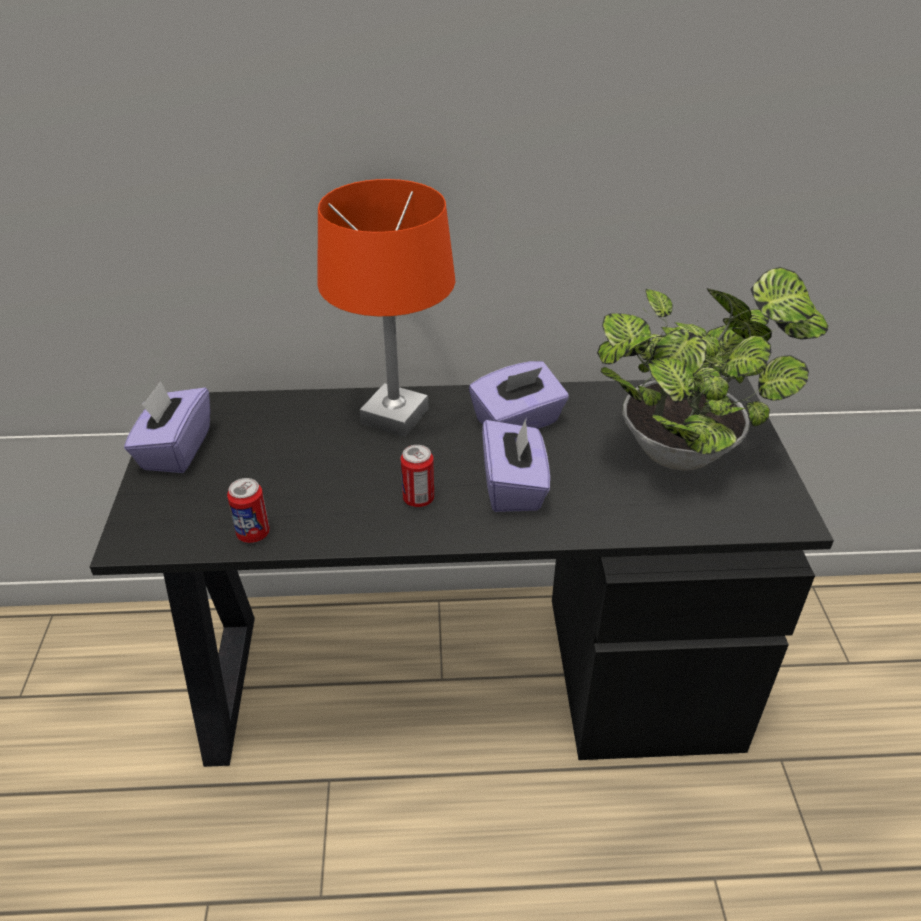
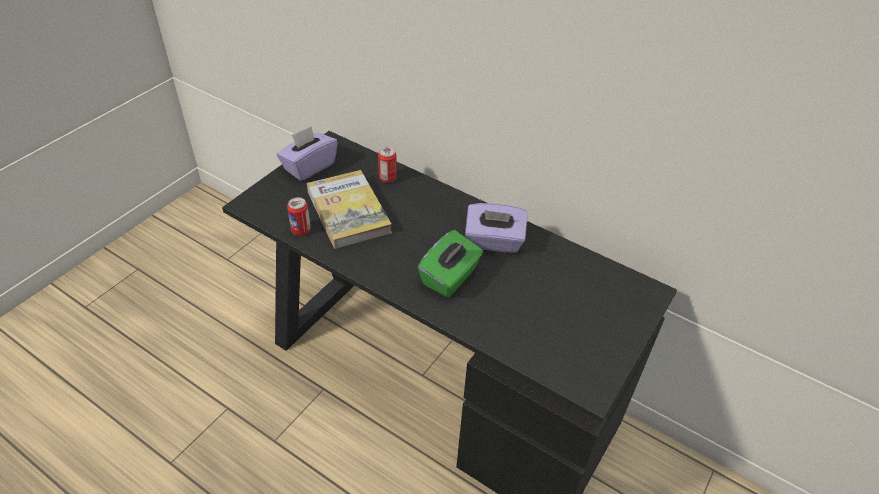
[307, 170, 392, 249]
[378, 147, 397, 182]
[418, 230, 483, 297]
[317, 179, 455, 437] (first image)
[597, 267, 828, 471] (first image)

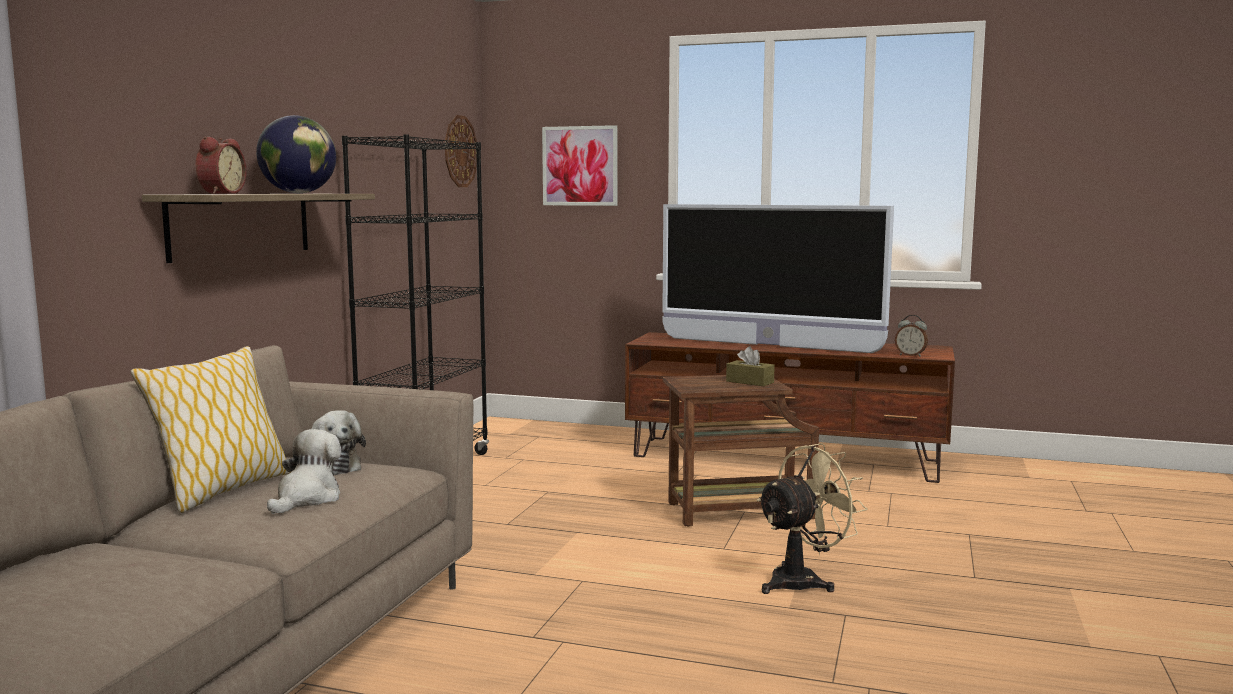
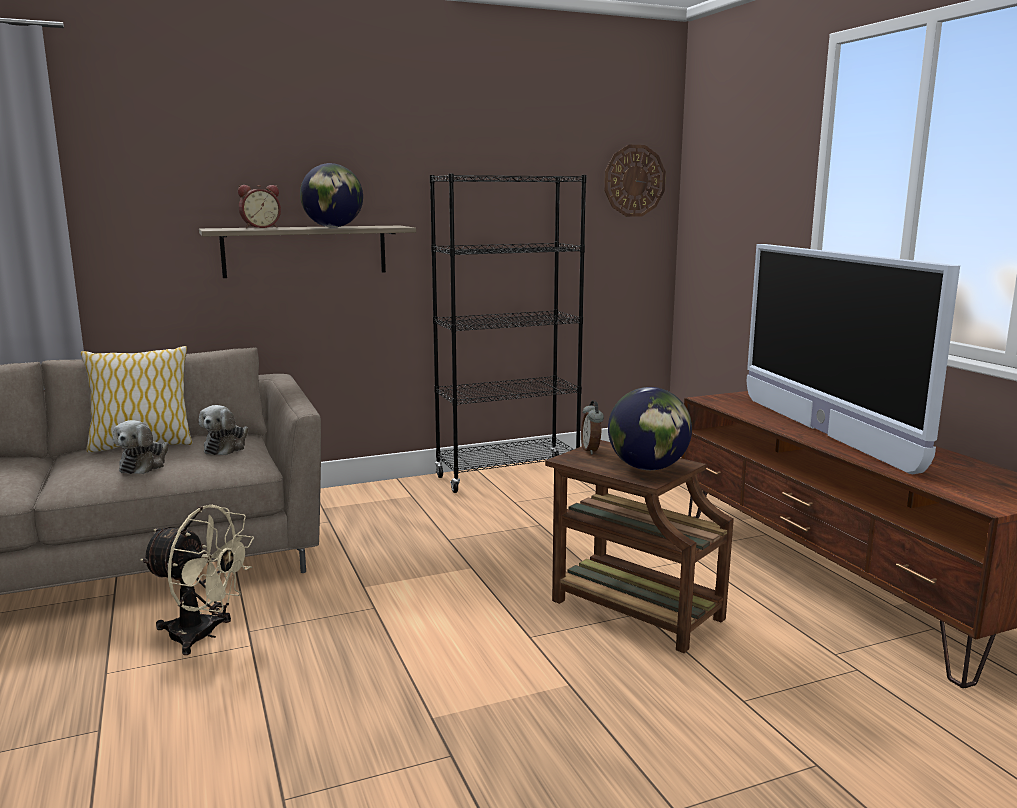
[113, 420, 169, 474]
[140, 505, 254, 655]
[581, 400, 604, 454]
[608, 387, 692, 470]
[542, 125, 618, 206] (first image)

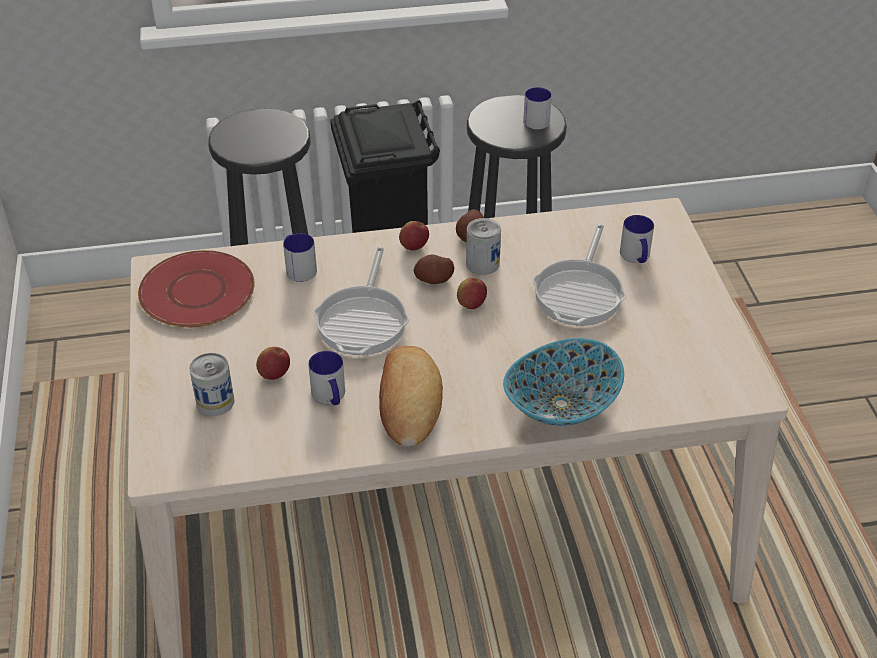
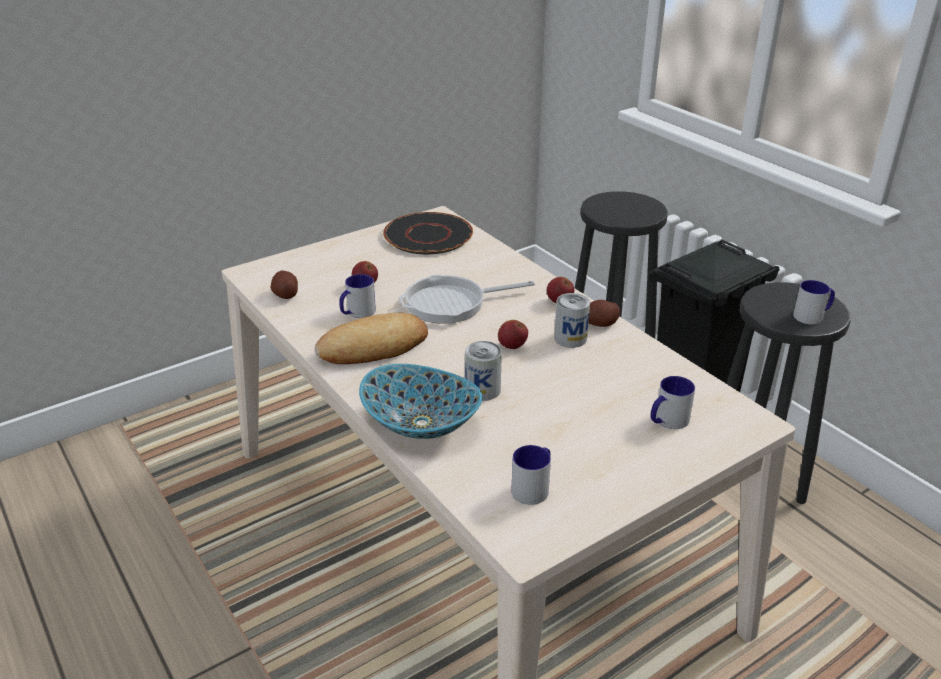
[270, 270, 298, 299]
[383, 212, 473, 254]
[465, 341, 502, 401]
[511, 445, 551, 505]
[533, 224, 626, 326] (first image)

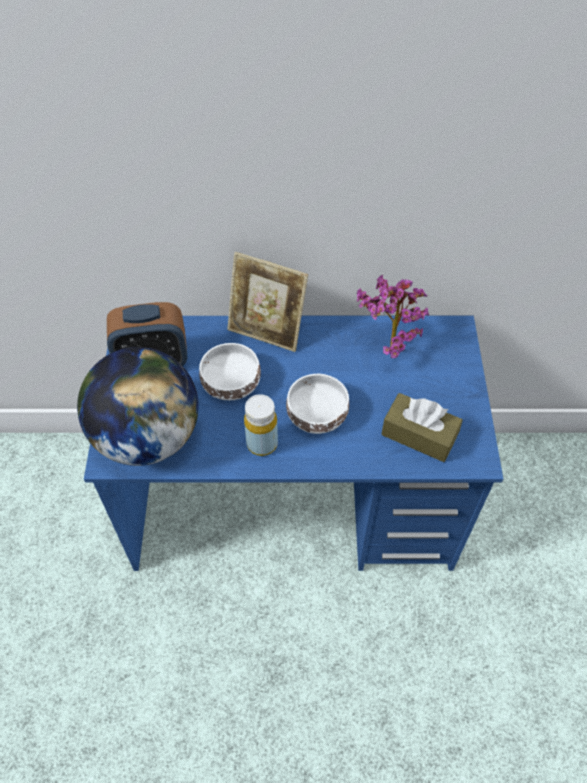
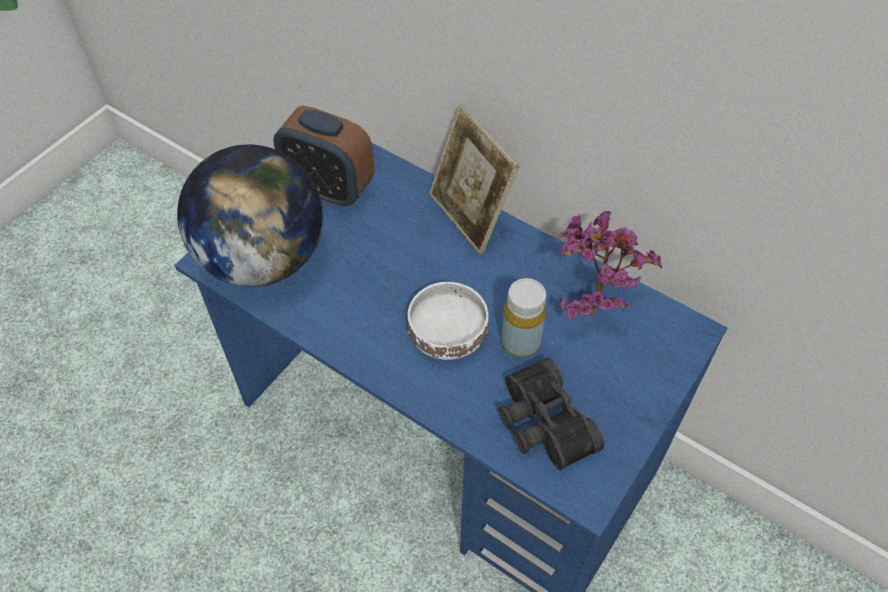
[498, 357, 605, 470]
[501, 278, 546, 357]
[199, 343, 261, 400] (first image)

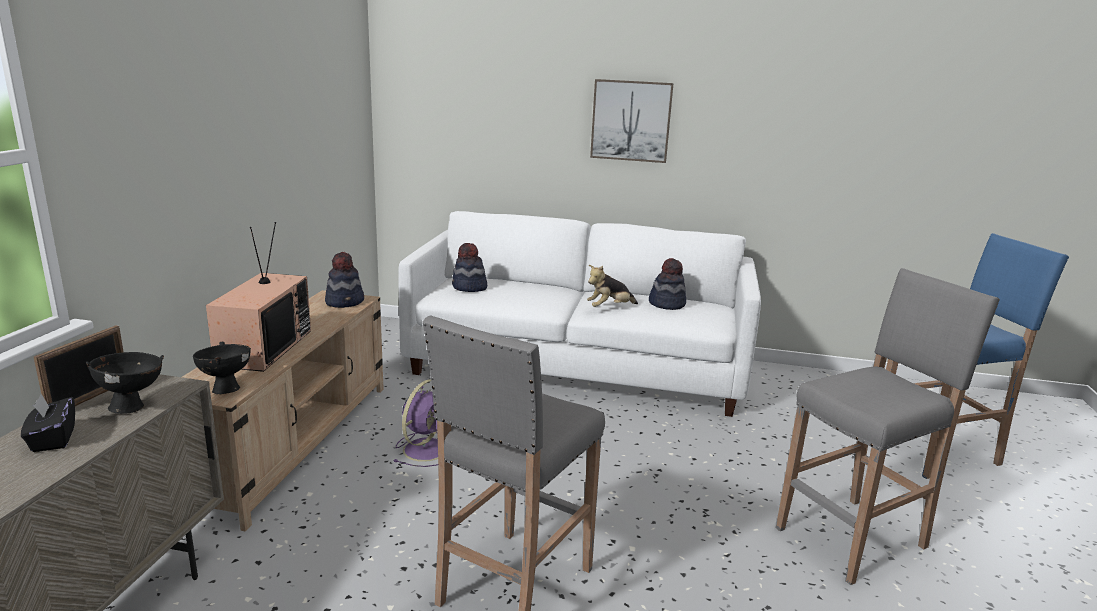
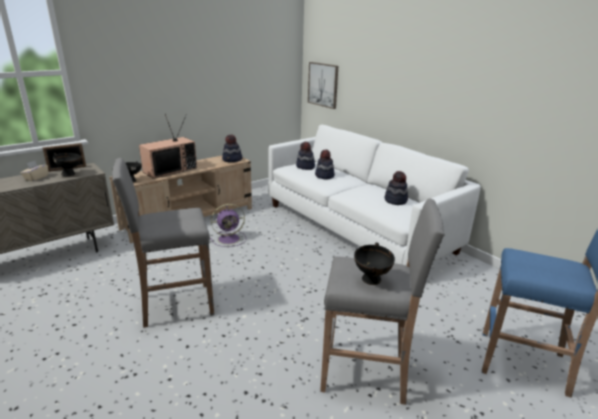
[20, 161, 48, 181]
[308, 62, 338, 109]
[315, 149, 335, 180]
[354, 243, 395, 285]
[587, 265, 638, 307] (first image)

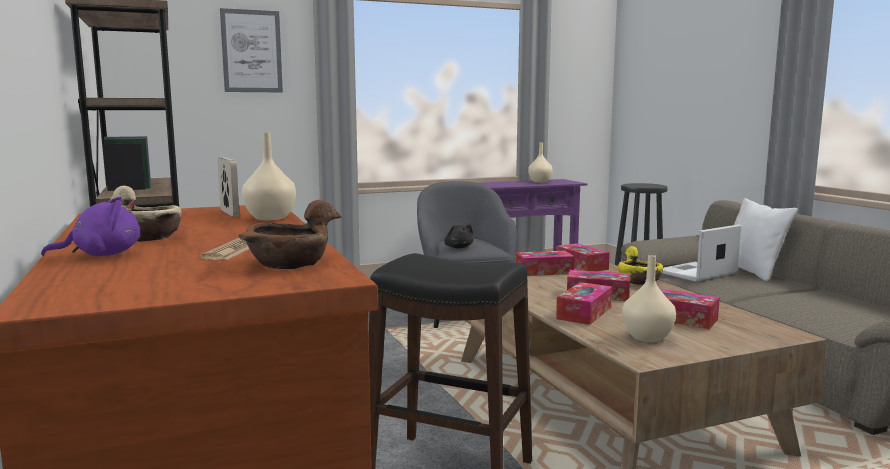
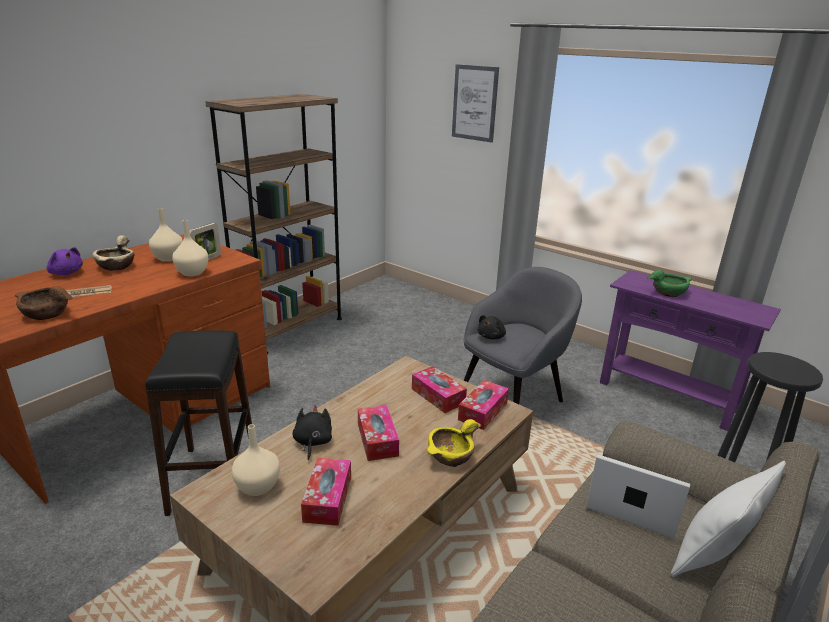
[149, 208, 183, 262]
[292, 405, 332, 460]
[647, 270, 692, 297]

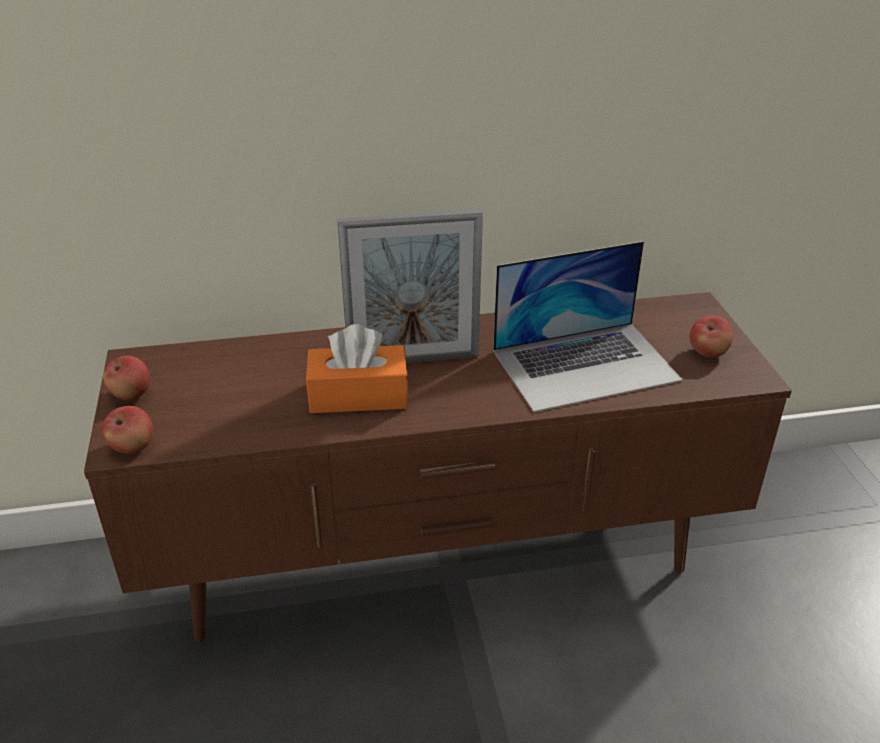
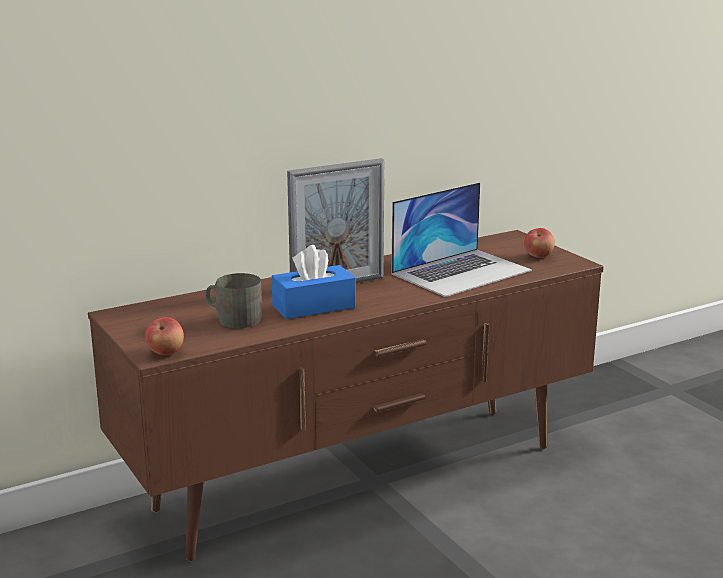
[205, 273, 262, 328]
[271, 245, 356, 319]
[103, 356, 150, 400] (first image)

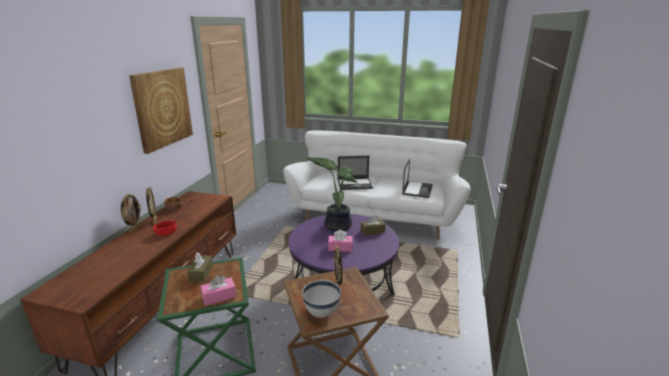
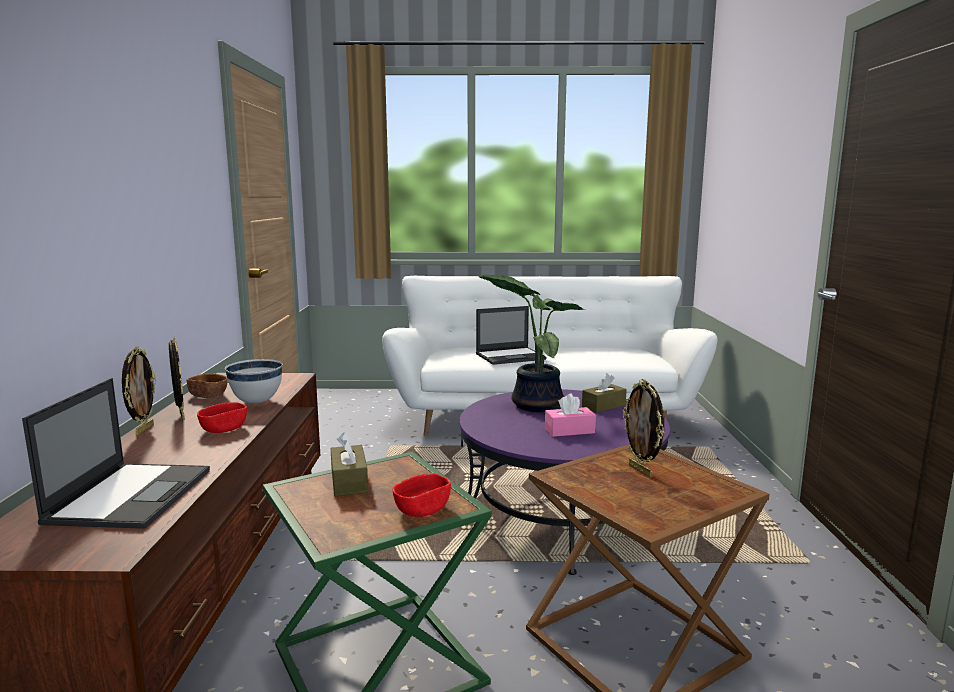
[22, 378, 210, 529]
[225, 359, 282, 404]
[393, 473, 451, 517]
[129, 67, 193, 154] (first image)

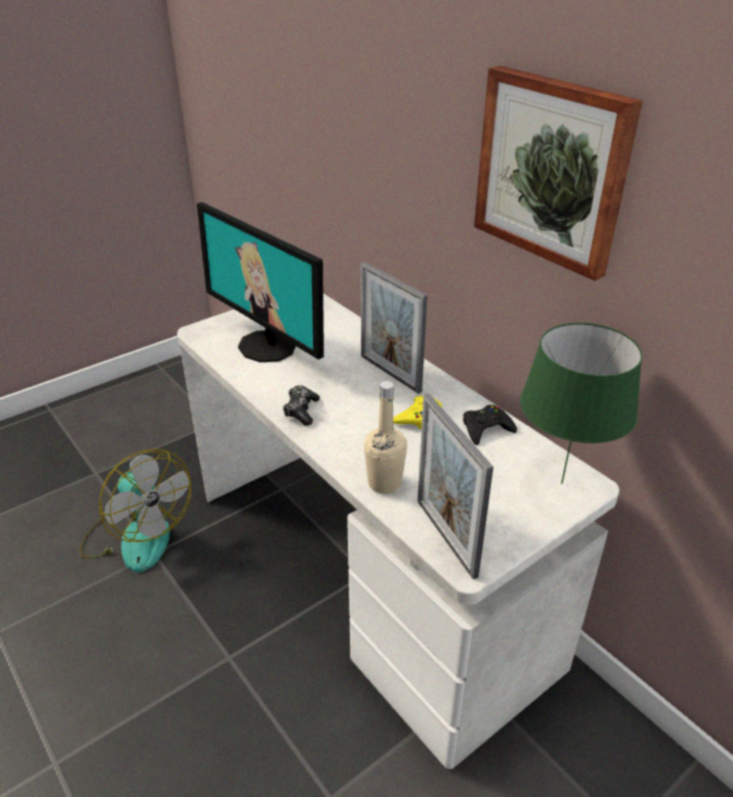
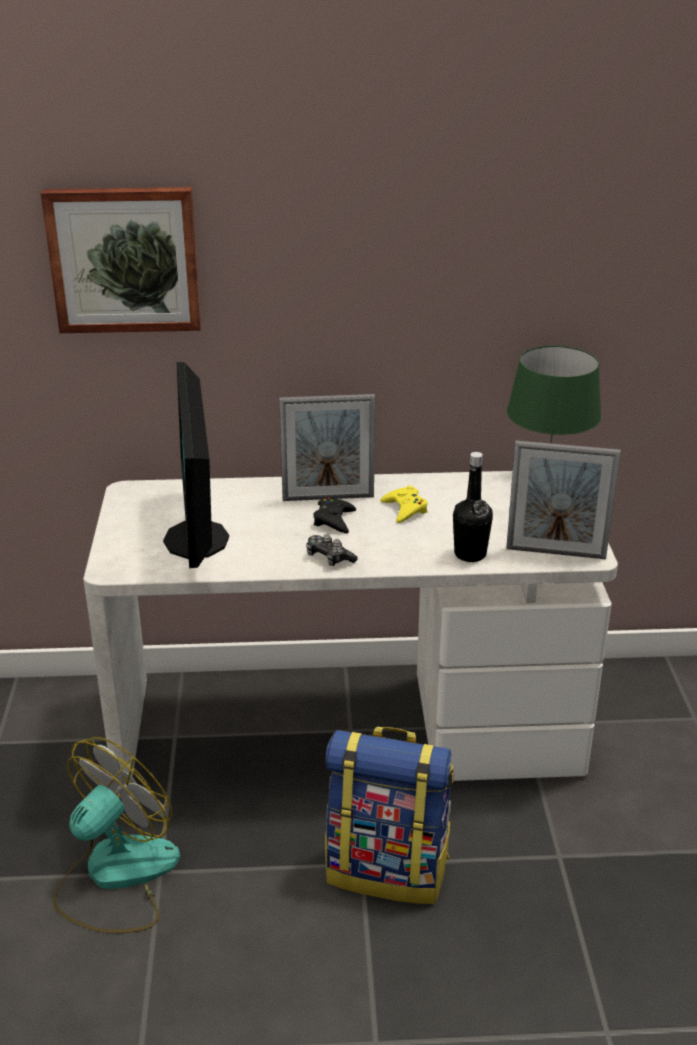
[41, 187, 201, 333]
[53, 737, 180, 933]
[163, 362, 229, 568]
[313, 498, 356, 533]
[325, 727, 454, 904]
[453, 452, 493, 562]

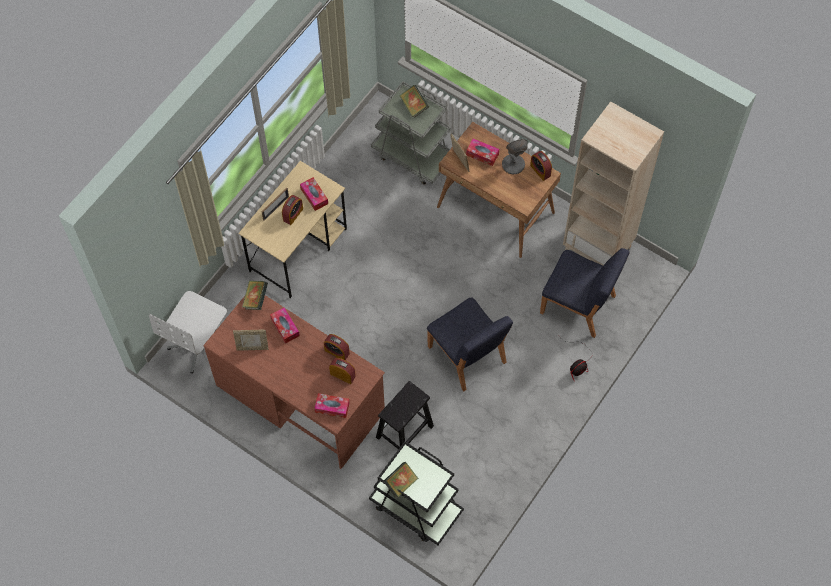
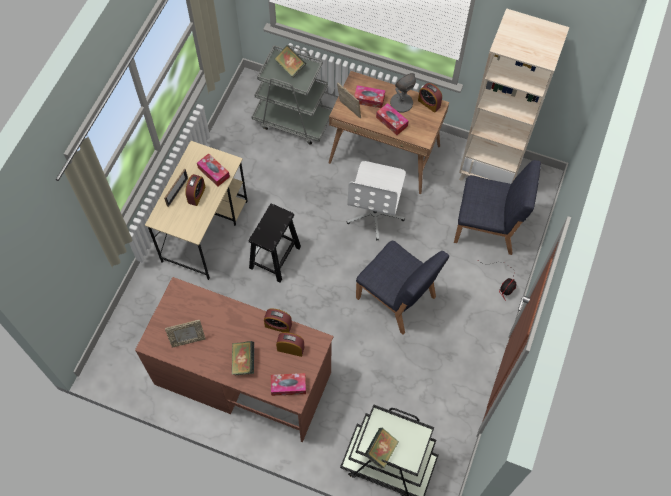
[232, 341, 254, 375]
[249, 203, 301, 283]
[347, 161, 406, 240]
[376, 103, 408, 135]

